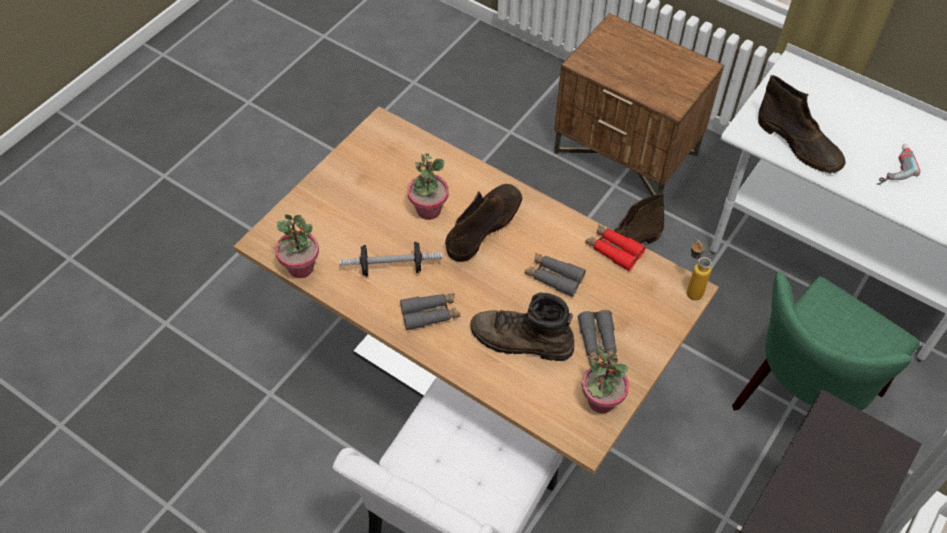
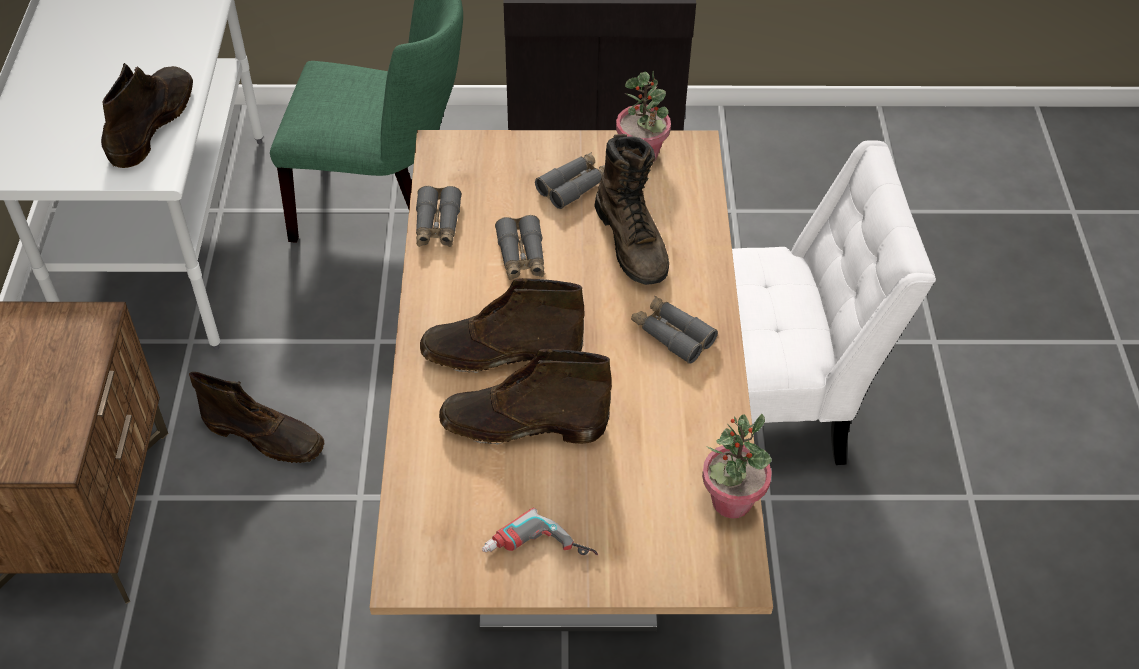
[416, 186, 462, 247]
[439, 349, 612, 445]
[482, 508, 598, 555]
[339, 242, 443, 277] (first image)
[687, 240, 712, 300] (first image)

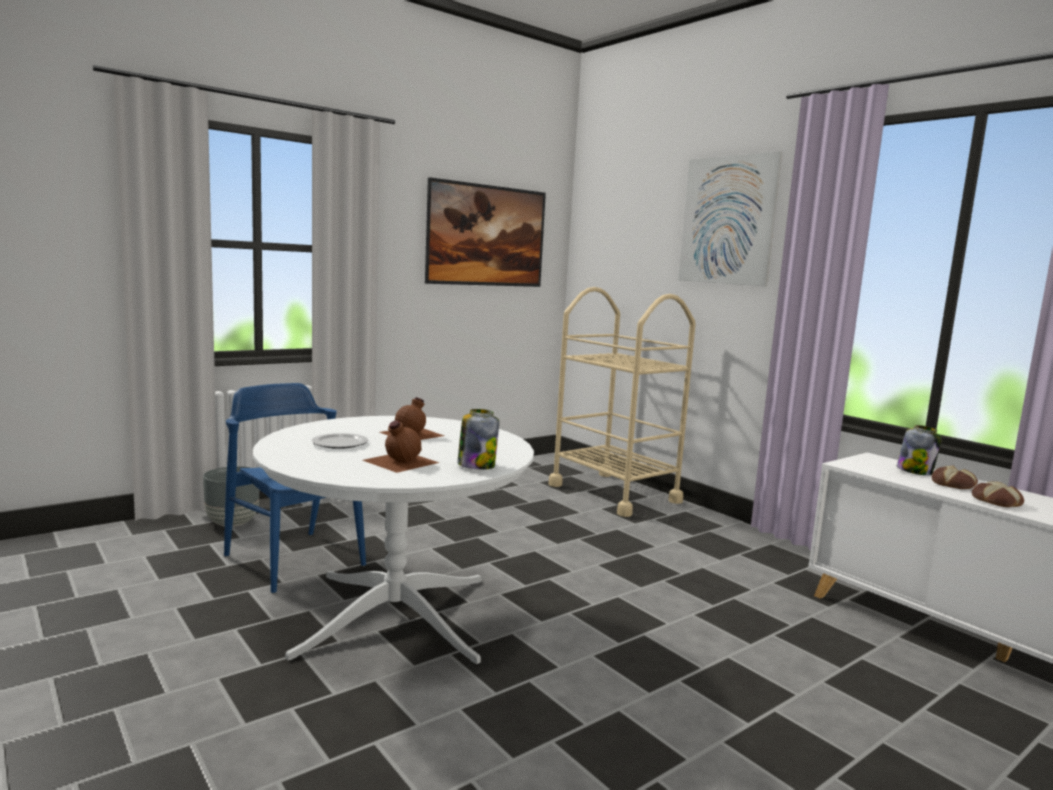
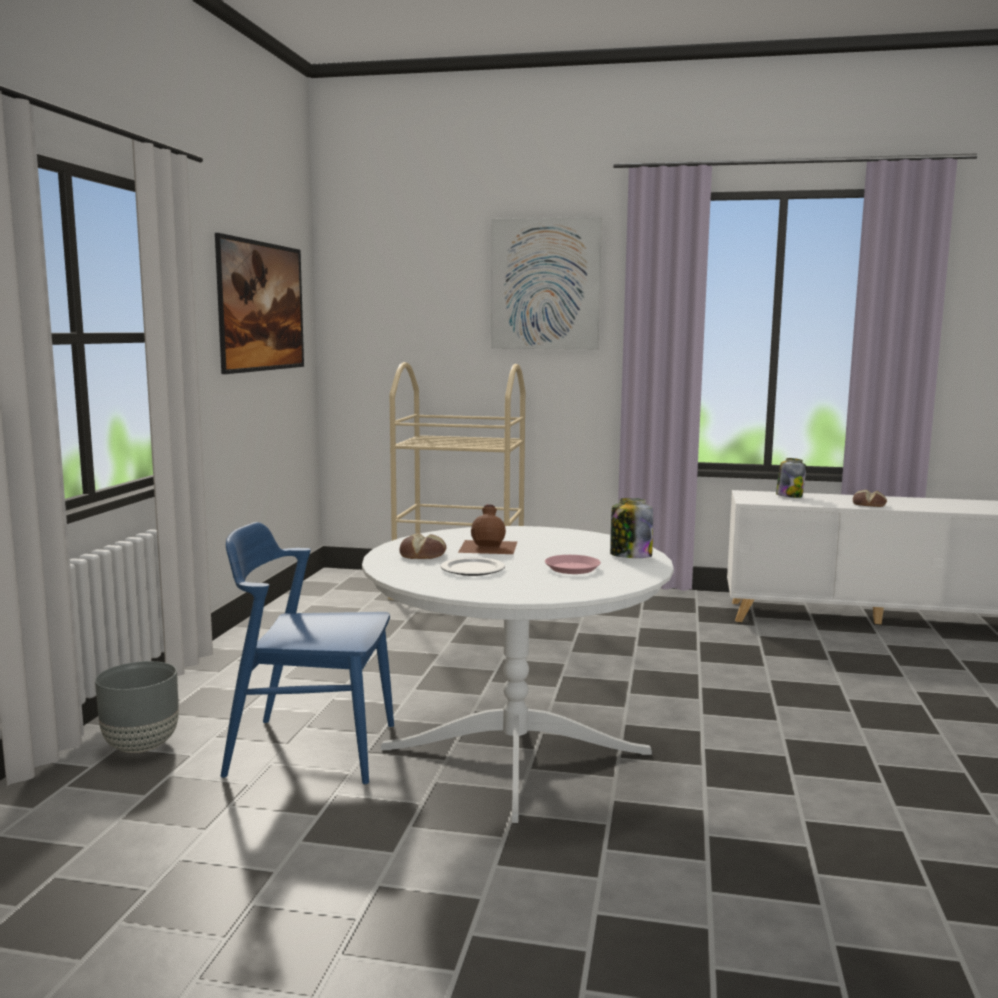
[399, 533, 446, 559]
[545, 555, 601, 574]

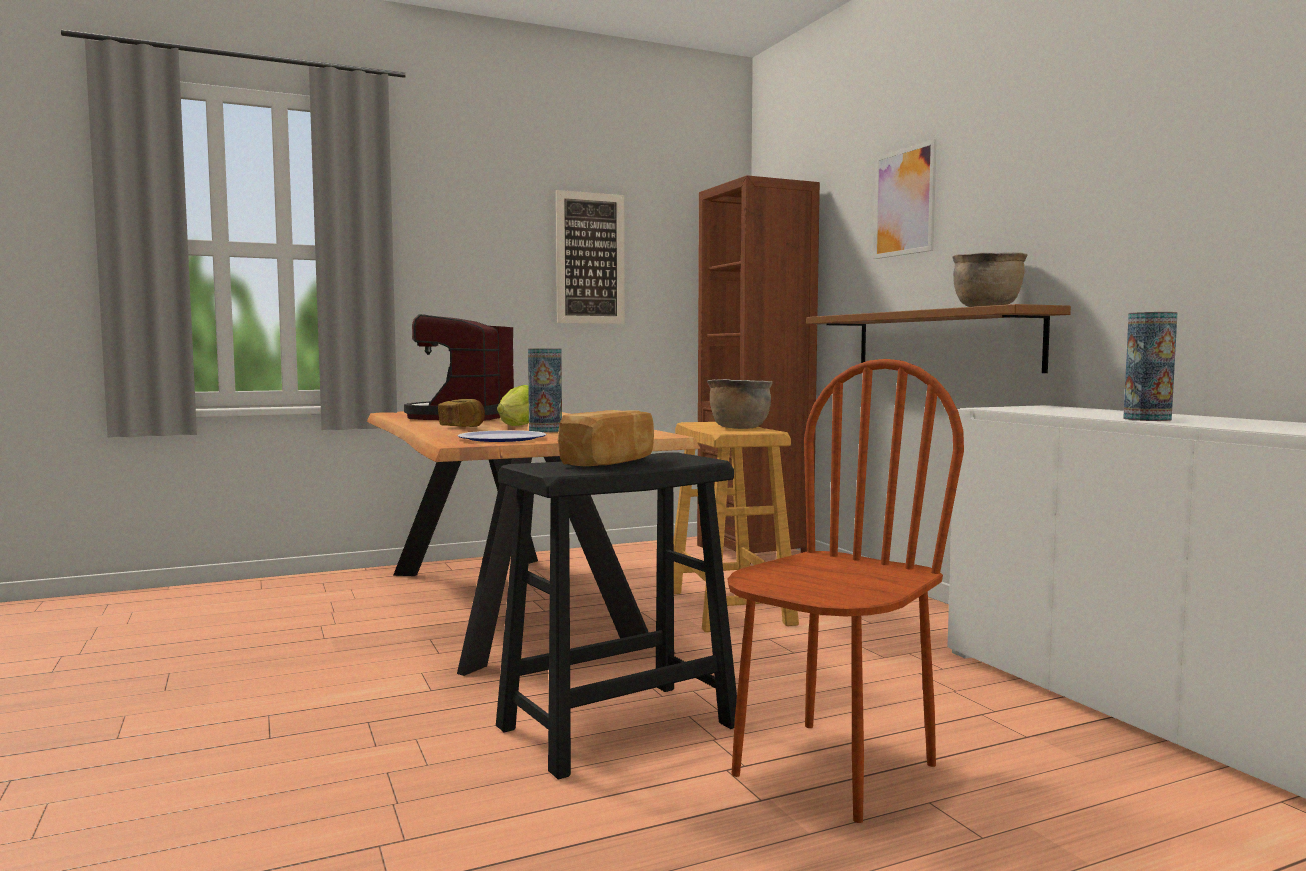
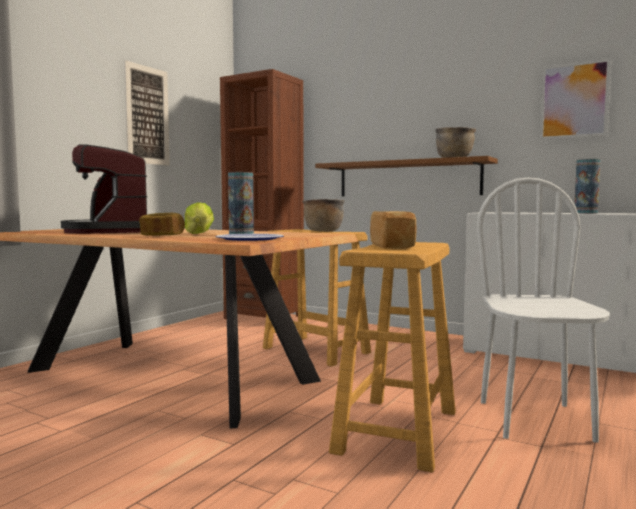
[329, 242, 456, 472]
[476, 177, 610, 443]
[539, 58, 611, 140]

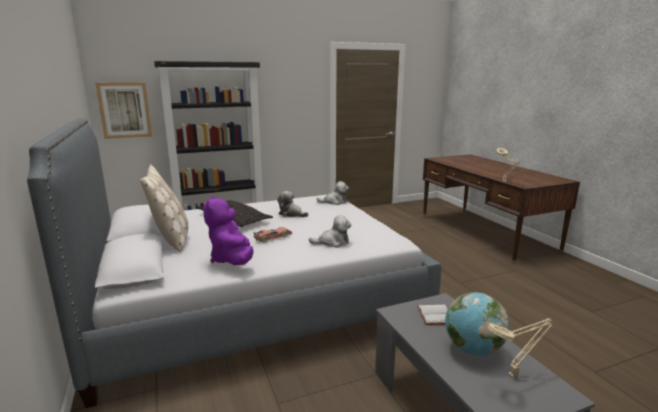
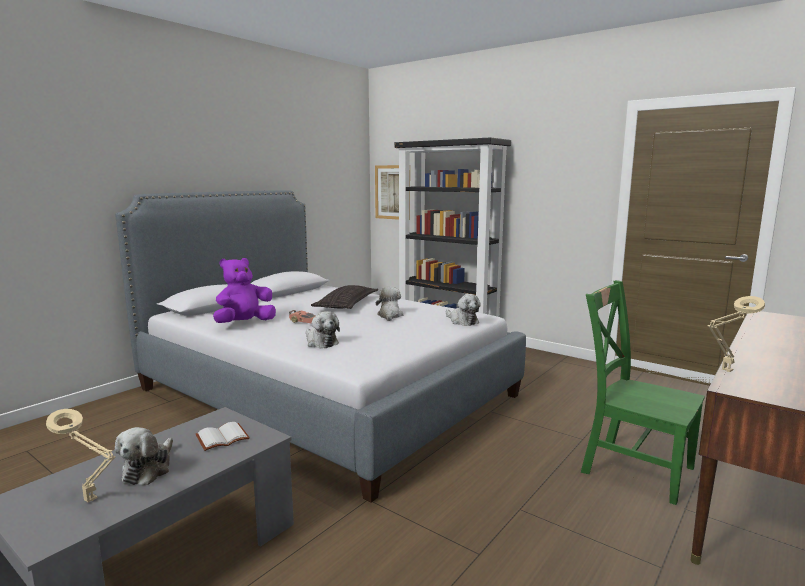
[115, 427, 173, 485]
[581, 280, 705, 505]
[140, 164, 188, 252] (first image)

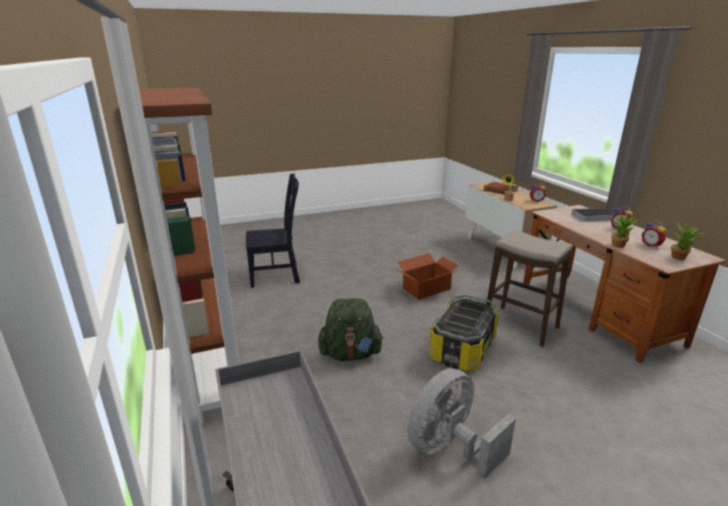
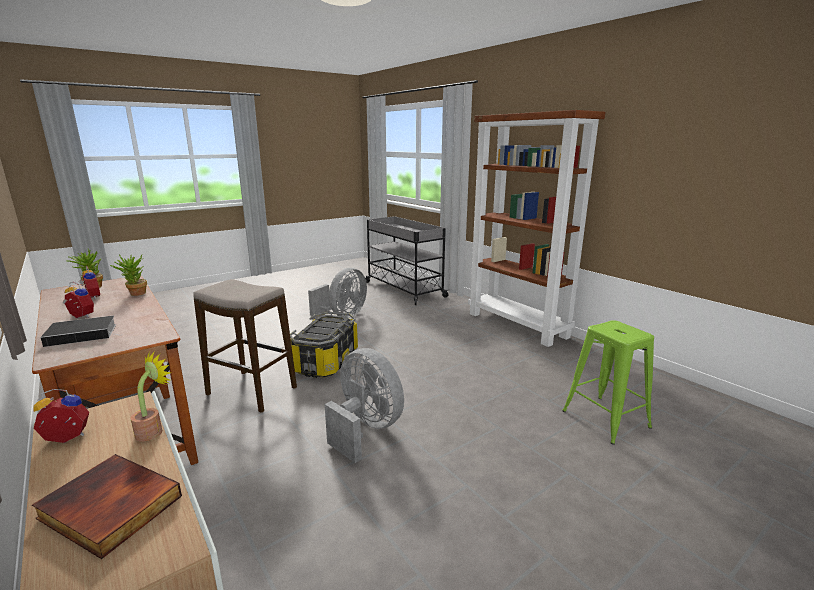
[325, 348, 404, 463]
[562, 321, 654, 445]
[318, 299, 384, 361] (first image)

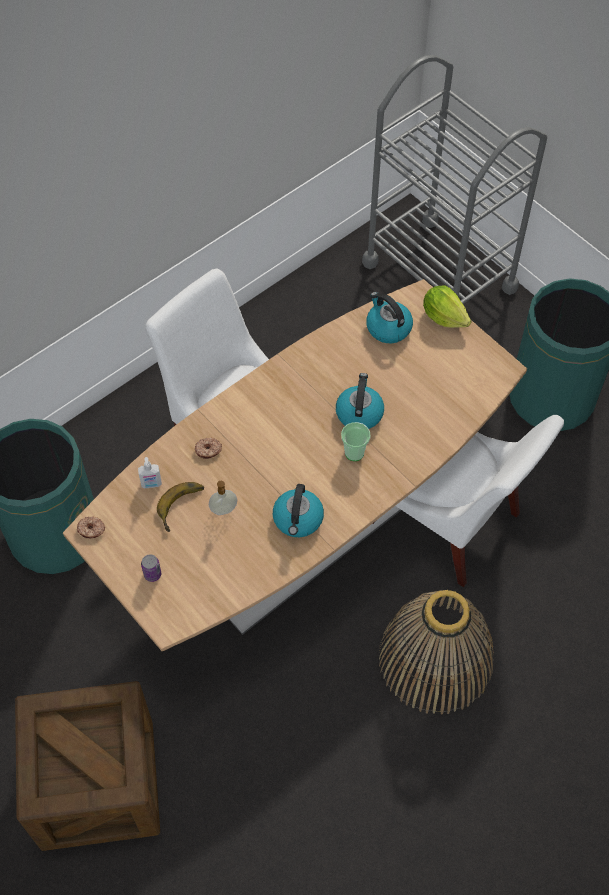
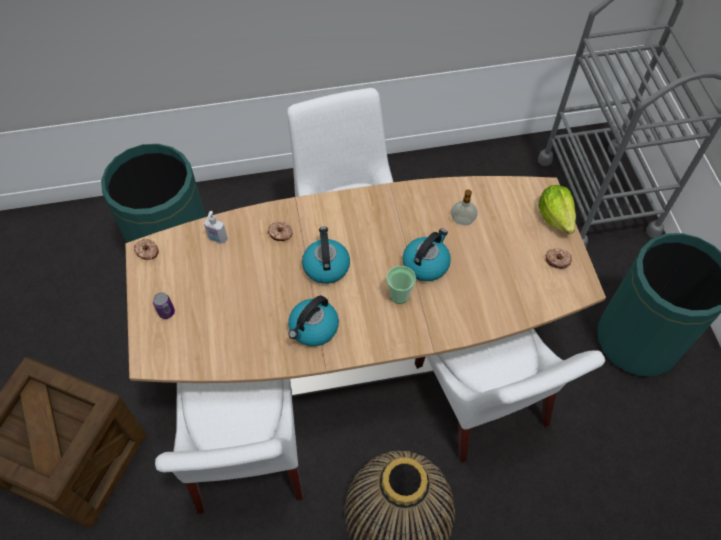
[155, 379, 303, 514]
[302, 227, 350, 284]
[451, 190, 478, 225]
[545, 249, 572, 269]
[157, 482, 204, 532] (first image)

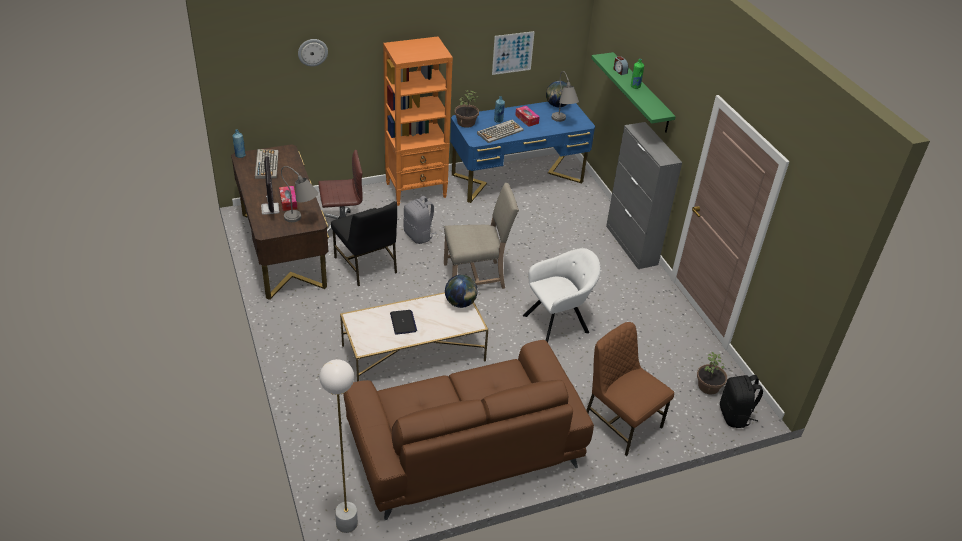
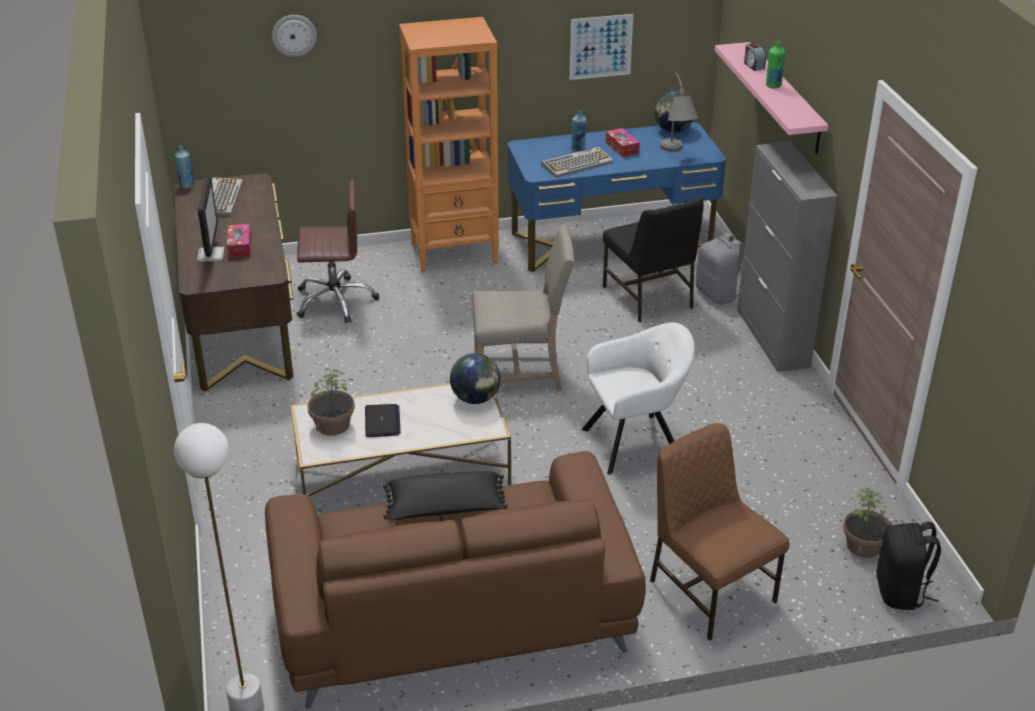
[307, 368, 355, 436]
[383, 471, 508, 520]
[603, 197, 704, 322]
[696, 233, 744, 304]
[715, 42, 828, 154]
[281, 166, 318, 222] (first image)

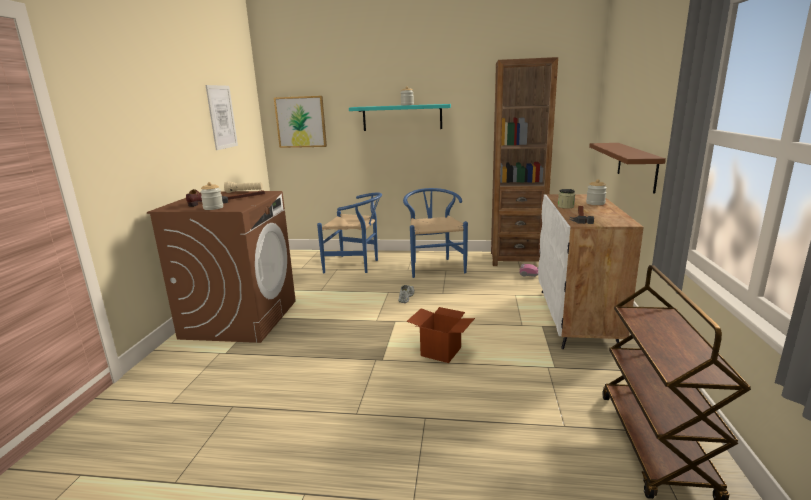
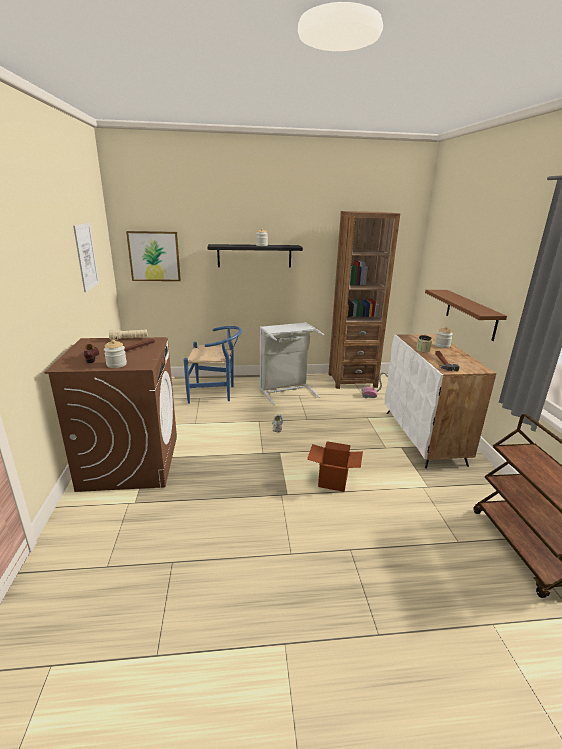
[208, 244, 303, 268]
[259, 322, 324, 405]

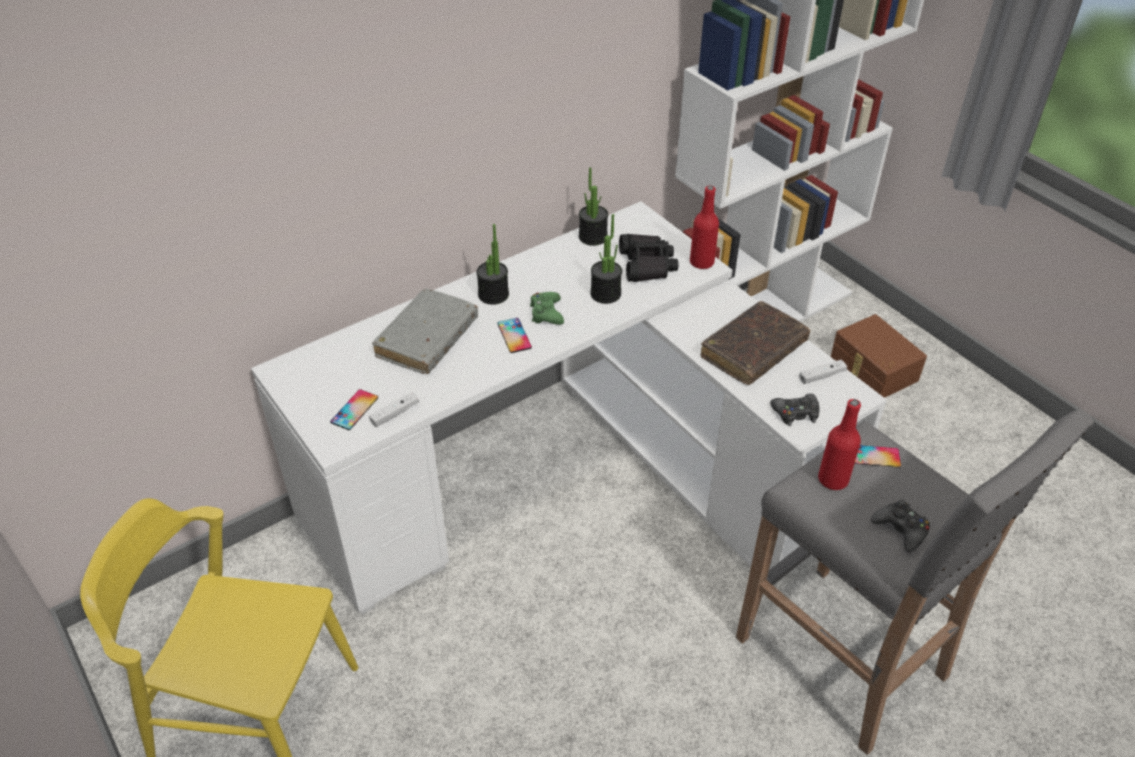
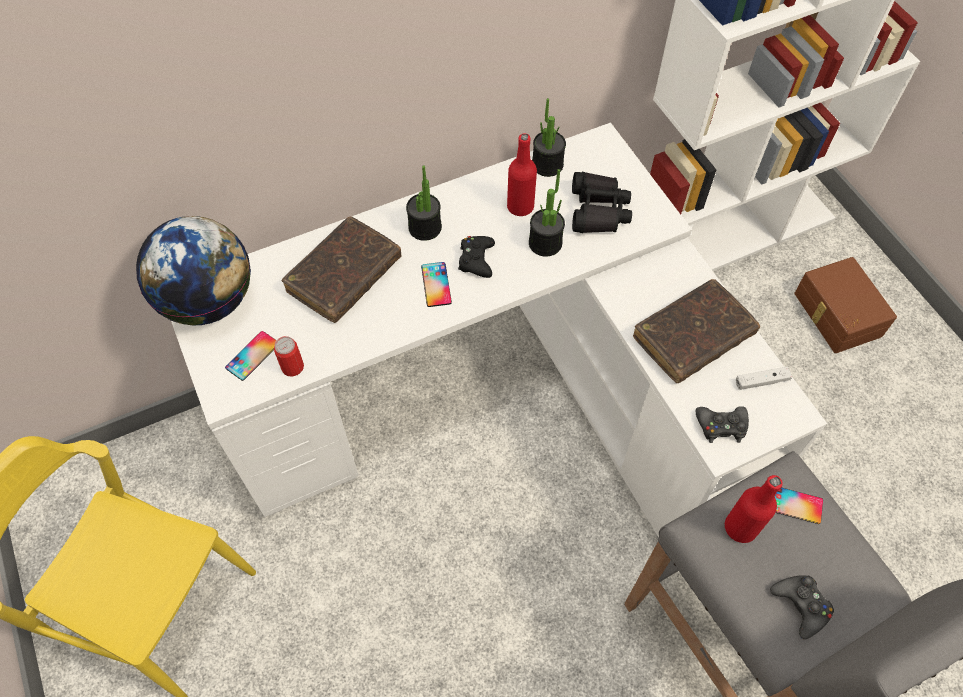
[136, 216, 251, 326]
[274, 336, 304, 377]
[281, 216, 401, 323]
[458, 236, 495, 278]
[507, 133, 537, 216]

